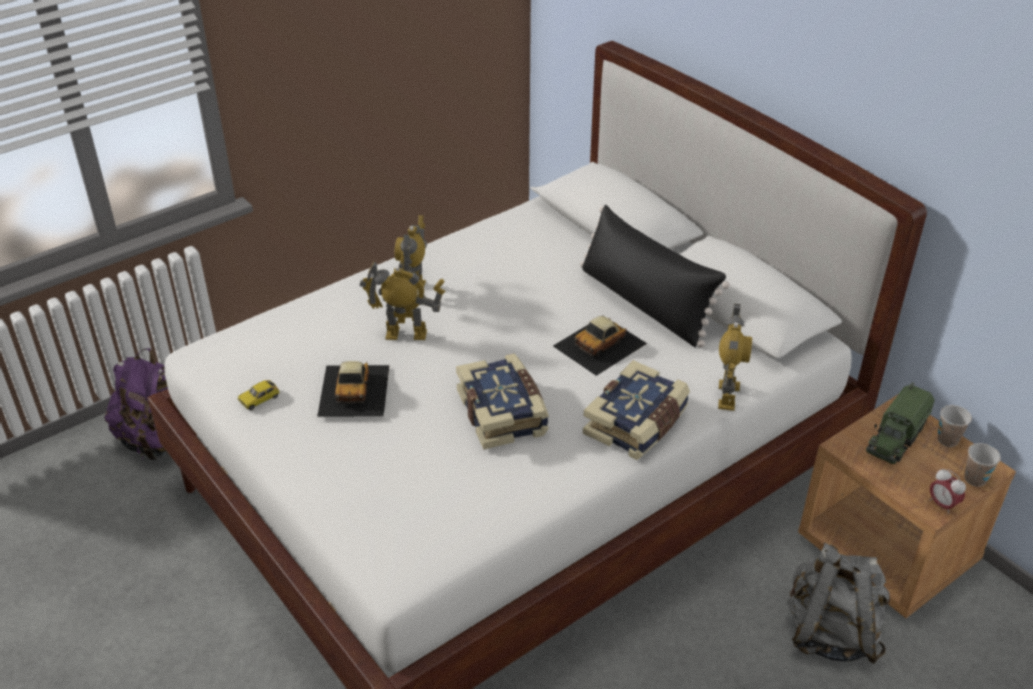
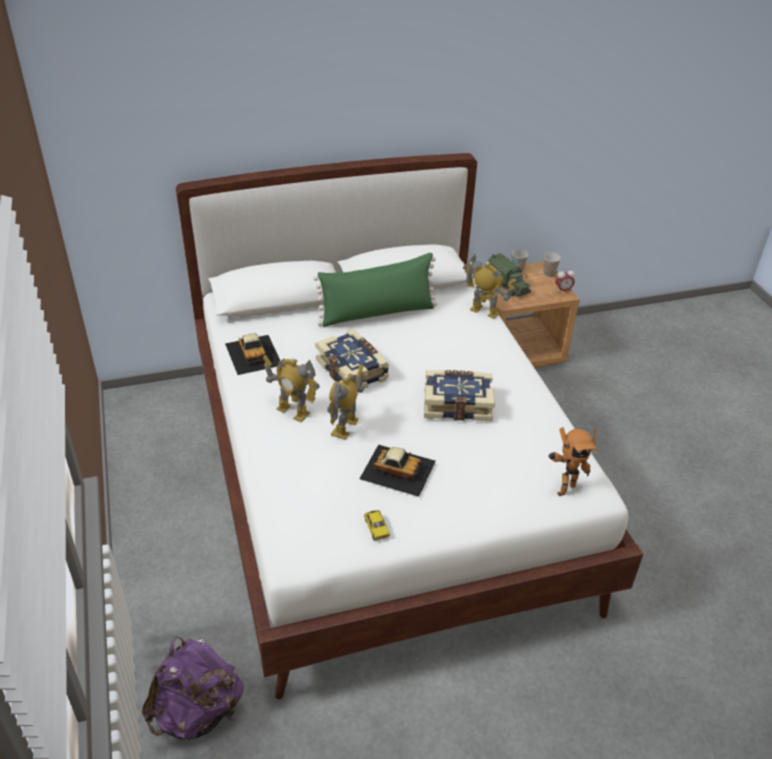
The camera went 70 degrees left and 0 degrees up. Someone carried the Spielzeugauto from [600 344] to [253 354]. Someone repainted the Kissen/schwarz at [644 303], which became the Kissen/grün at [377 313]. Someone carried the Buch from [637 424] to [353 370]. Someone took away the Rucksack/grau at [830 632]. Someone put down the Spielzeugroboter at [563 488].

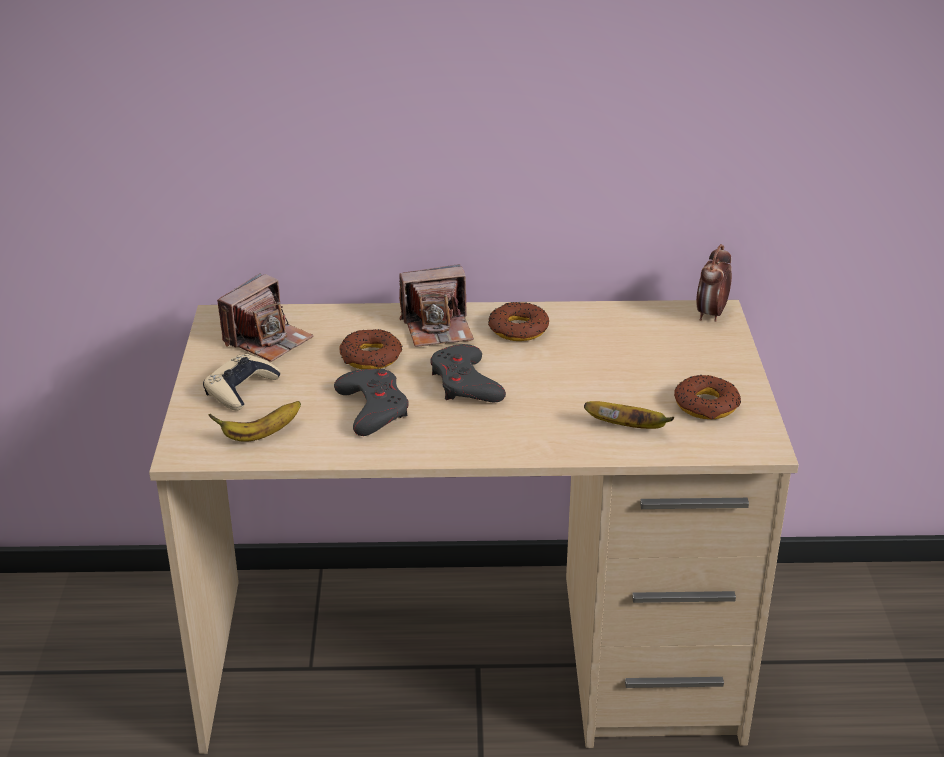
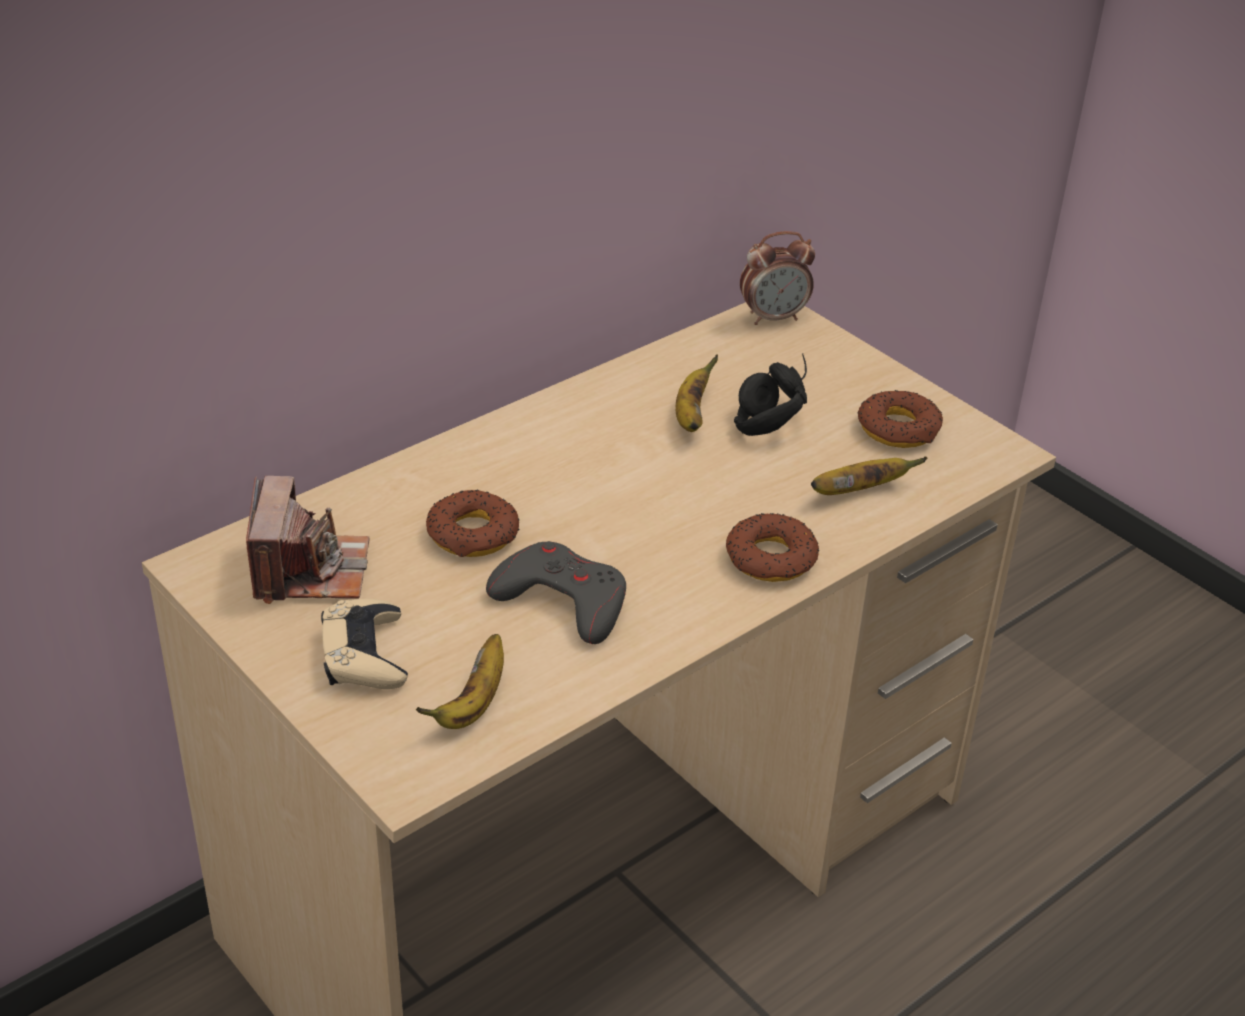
The camera went 40 degrees left and 5 degrees up. Someone took away the Kamera at [438 328]. Someone took away the Gamepad/grau at [465 383]. Someone carried the Donut from [518 329] to [770 558]. Someone rotated the Wecker at [711 314] by 90 degrees counterclockwise. Someone put down the Banane at [691 415]. Someone put down the Kopfhörer/schwarz at [770 406].

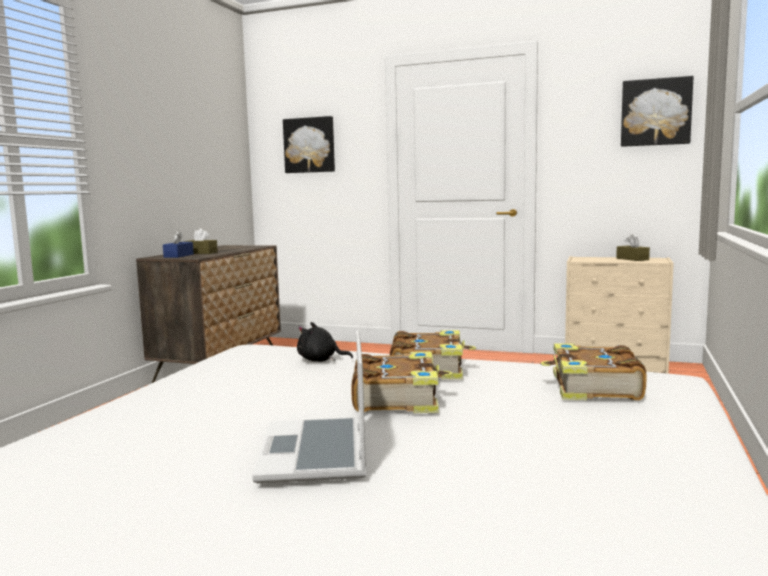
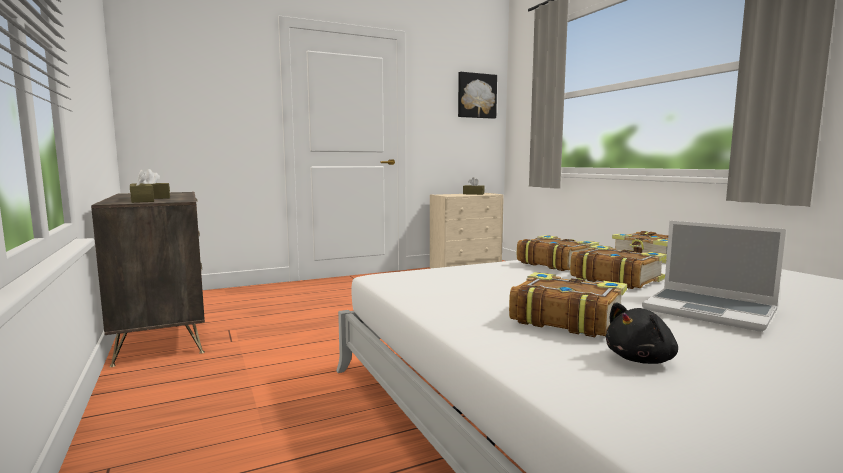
The camera went 45 degrees left and 0 degrees up. Someone repainted the Taschentuchbox/blau at [178 256], which became the Taschentuchbox/braun at [142 201]. Someone took away the Bild at [310 145]. Someone carried the Plüschtier/schwarz from [320 360] to [642 359]. Someone put down the Buch at [565 319].

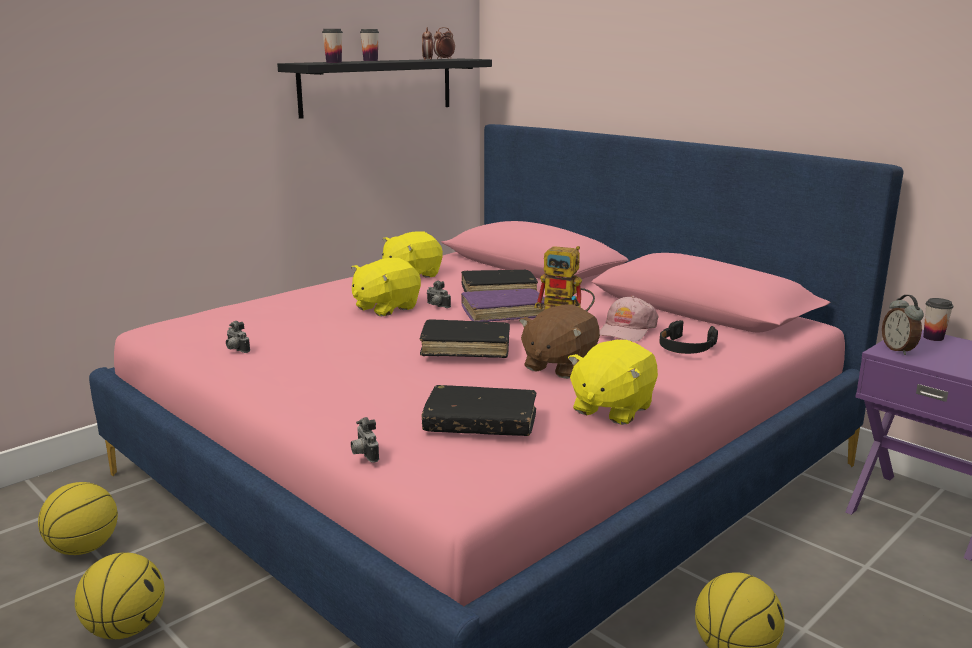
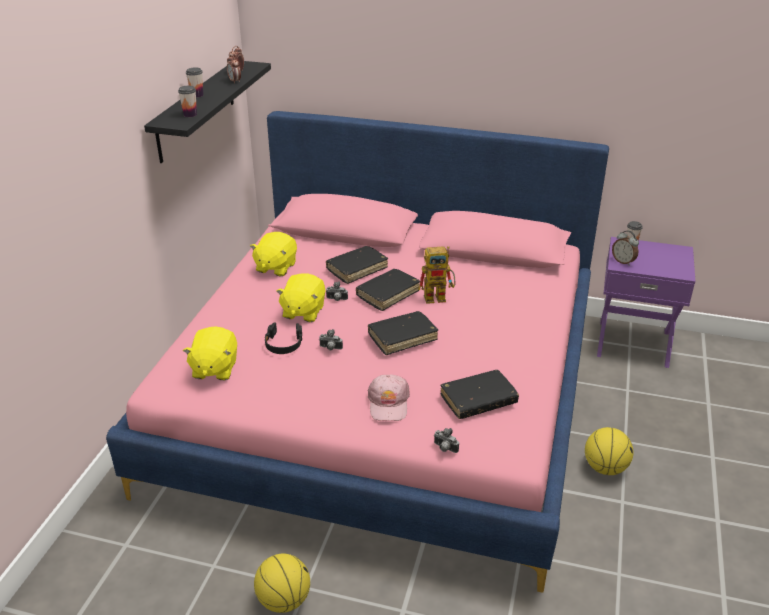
The camera went 30 degrees left and 15 degrees up. Someone took away the Basketball at [83 549]. Someone carried the Kamera from [236 350] to [330 348]. Someone repainted the Buch/lila at [503 313], which became the Buch/schwarz at [388 294]. Someone took away the Plüschtier/braun at [559 366]. Someone carried the Plüschtier/gelb from [611 409] to [214 369]. Someone carried the Kappe/rosa from [627 330] to [388 403]. Someone carried the Kopfhörer/schwarz from [686 347] to [283 344].

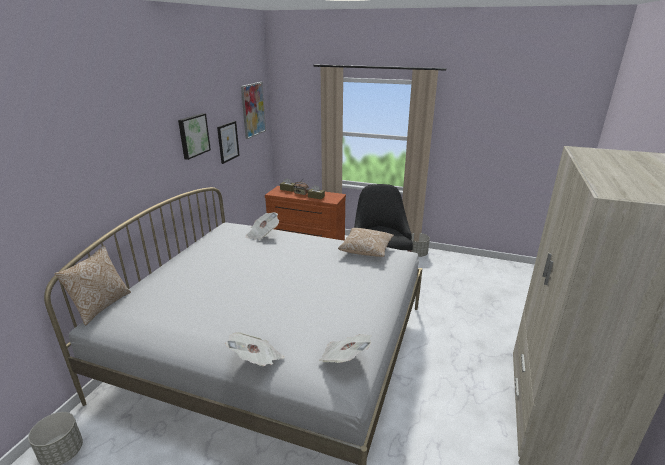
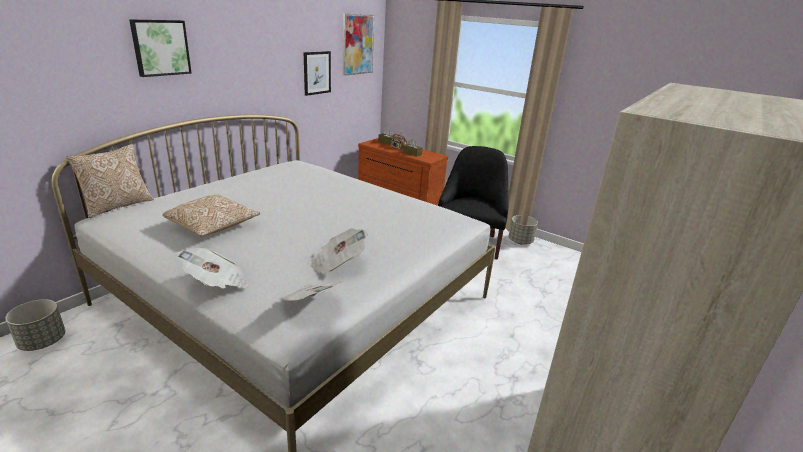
The camera went 15 degrees right and 0 degrees up. Someone carried the Bild from [193 135] to [160 47]. Someone carried the Zeitung from [262 234] to [337 264]. Someone carried the Kissen from [366 250] to [213 227].

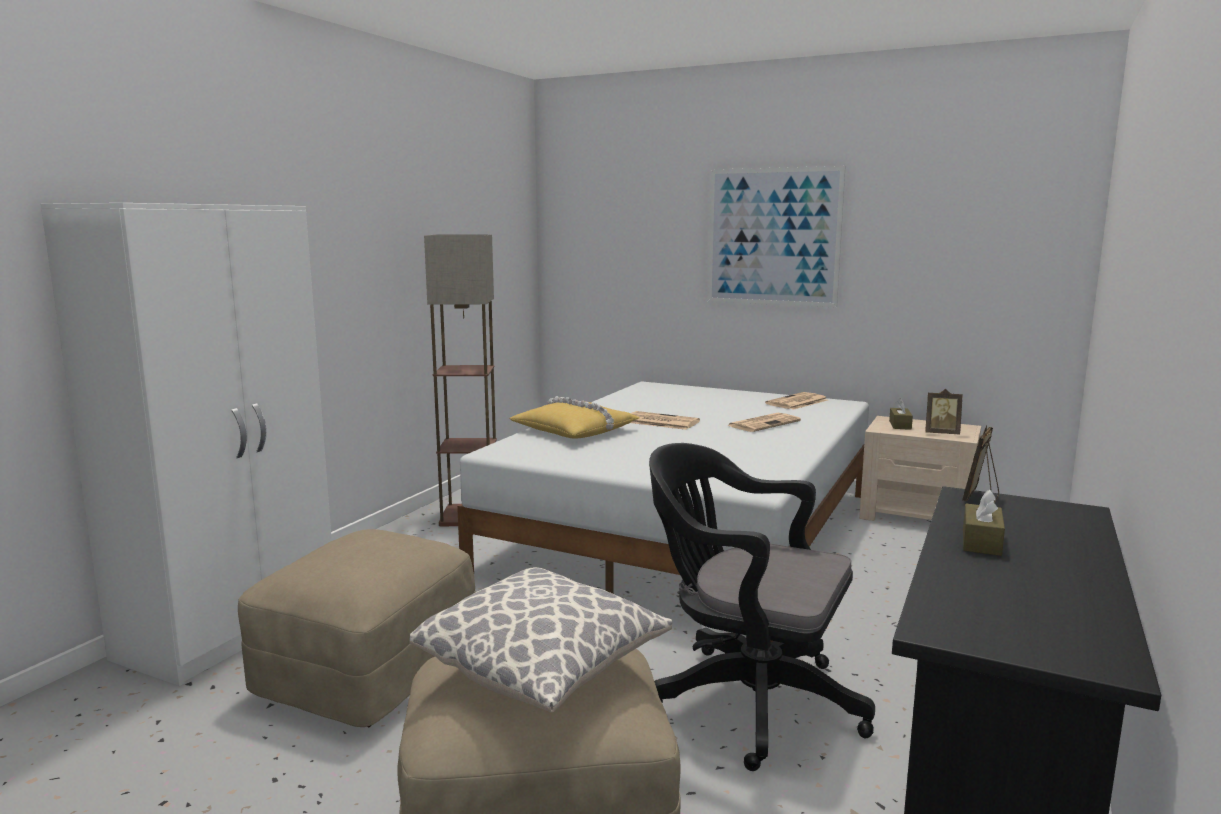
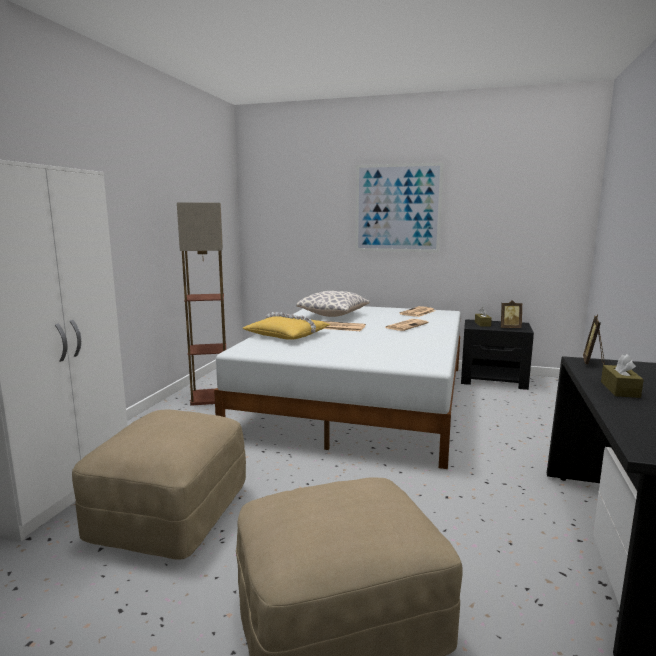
The camera went 10 degrees left and 0 degrees up. Someone carried the Kissen from [544 669] to [333 315]. Someone took away the Bürostuhl/schwarz at [747 700]. Someone repainted the Nachttisch/beige at [917 515], which became the Nachttisch/schwarz at [493 379].

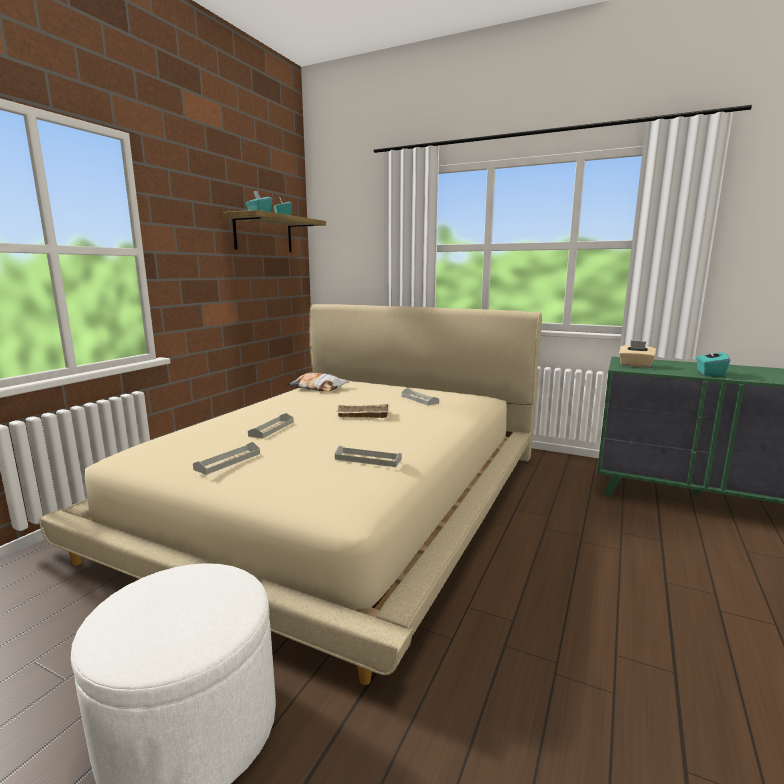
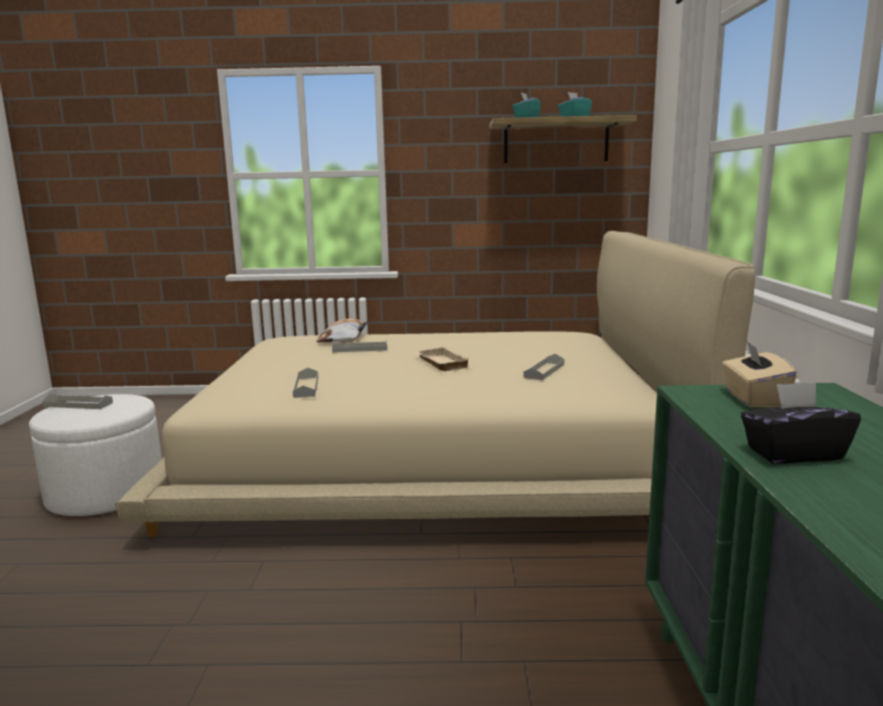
The camera went 65 degrees right and 0 degrees up. Someone carried the Tablett/grau from [228 461] to [78 404]. Someone carried the Kissen from [318 387] to [344 338]. Someone repainted the Taschentuchbox/türkis at [709 373], which became the Taschentuchbox/schwarz at [793 453].

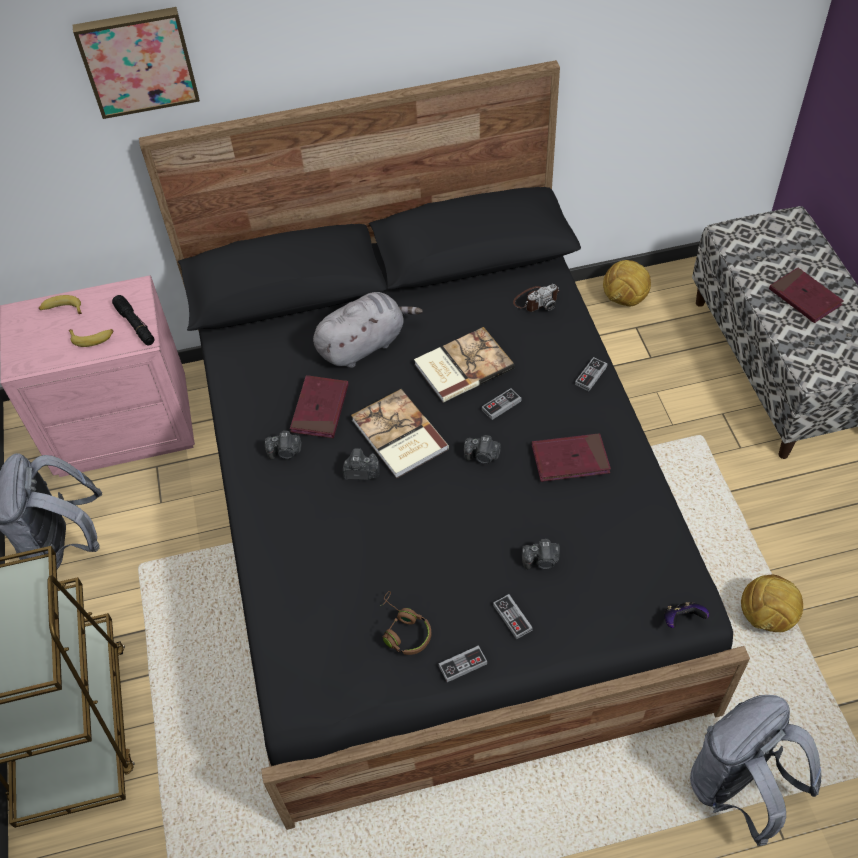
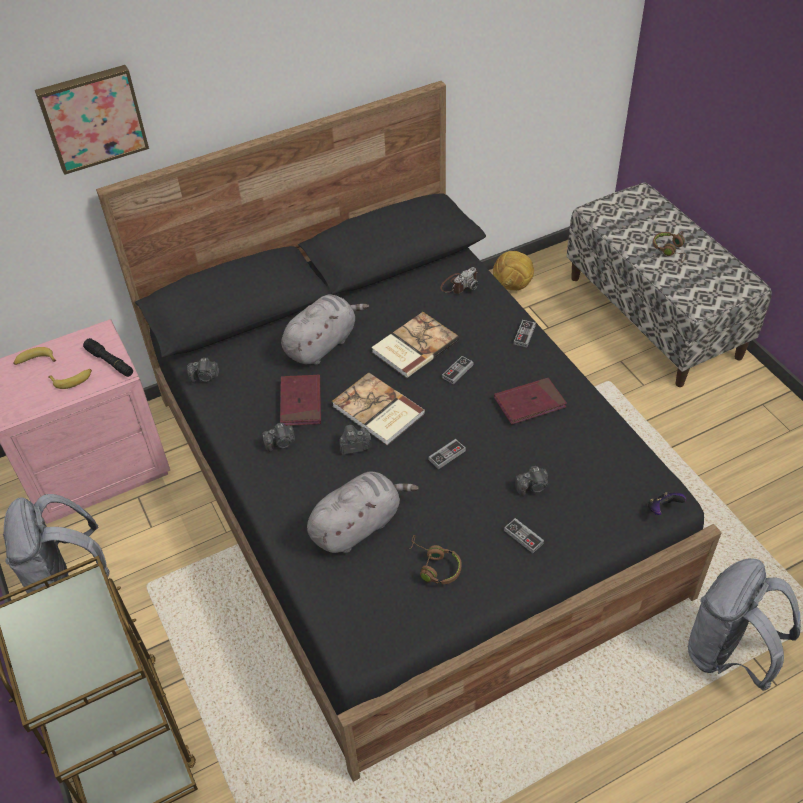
The camera went 15 degrees left and 5 degrees down. Someone carried the Gamepad from [463 665] to [447 455]. Someone carried the Kamera from [482 456] to [205 377]. Someone took away the Fußball at [766 617]. Someone swapped the Buch/rot at [804 298] for the Kopfhörer/braun at [670 250]. Someone put down the Plüschtier/grau at [358 525].

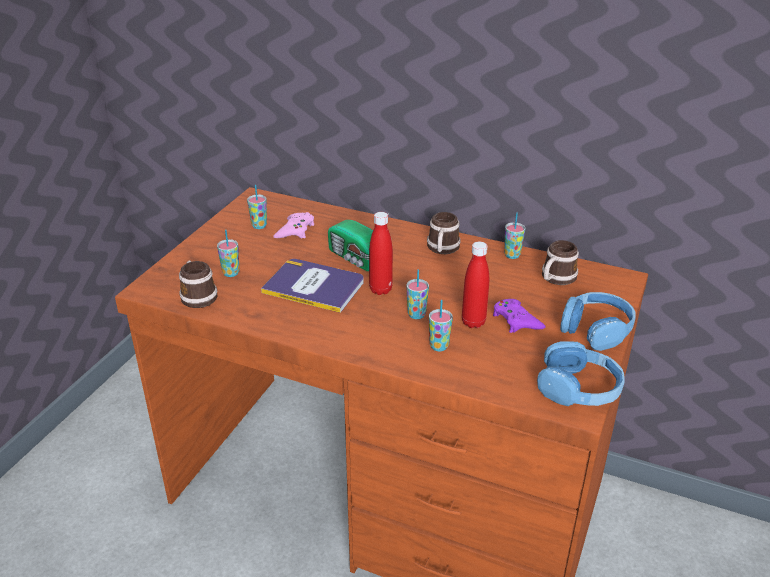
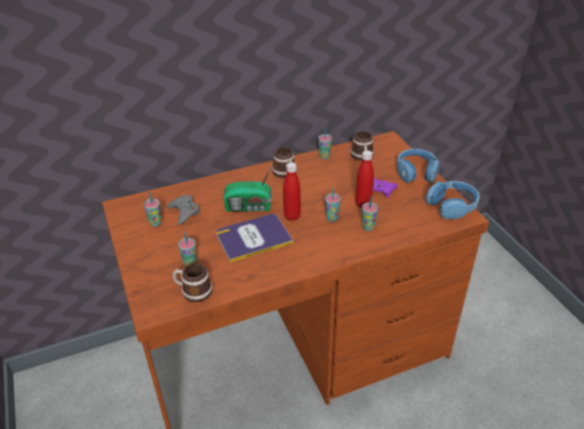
The camera went 45 degrees left and 5 degrees up. Someone repainted the Gamepad/rosa at [295 230], which became the Gamepad/grau at [184 212].

